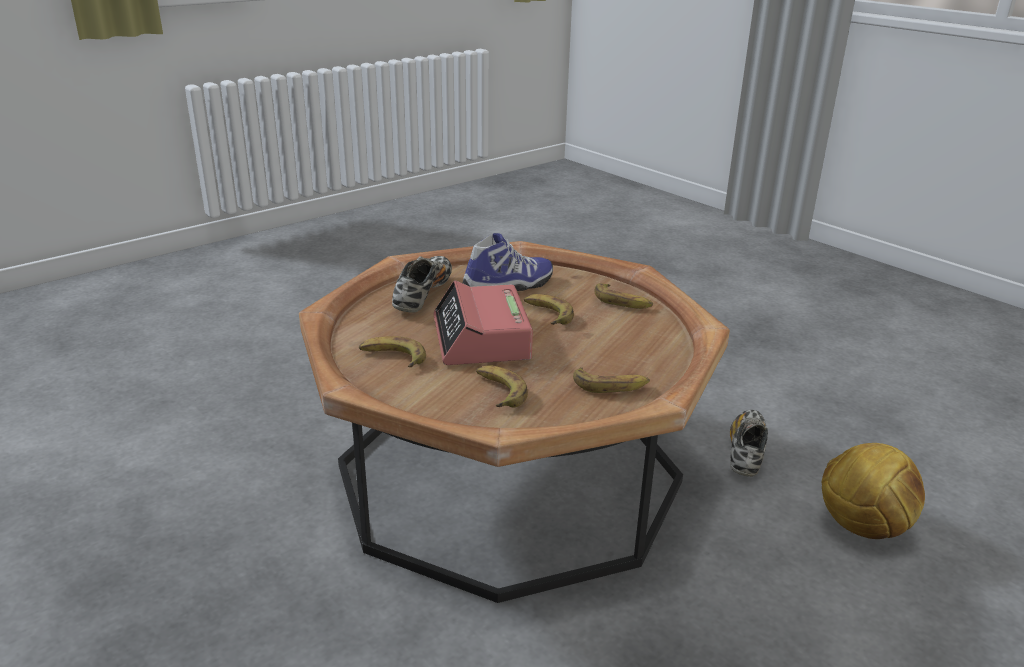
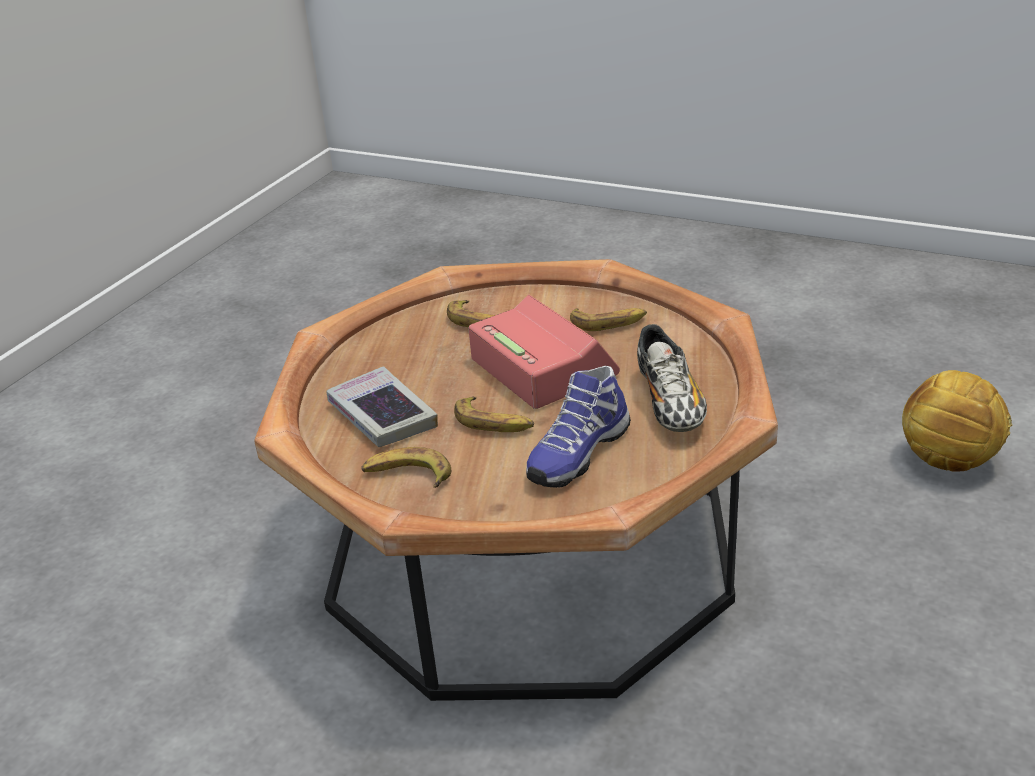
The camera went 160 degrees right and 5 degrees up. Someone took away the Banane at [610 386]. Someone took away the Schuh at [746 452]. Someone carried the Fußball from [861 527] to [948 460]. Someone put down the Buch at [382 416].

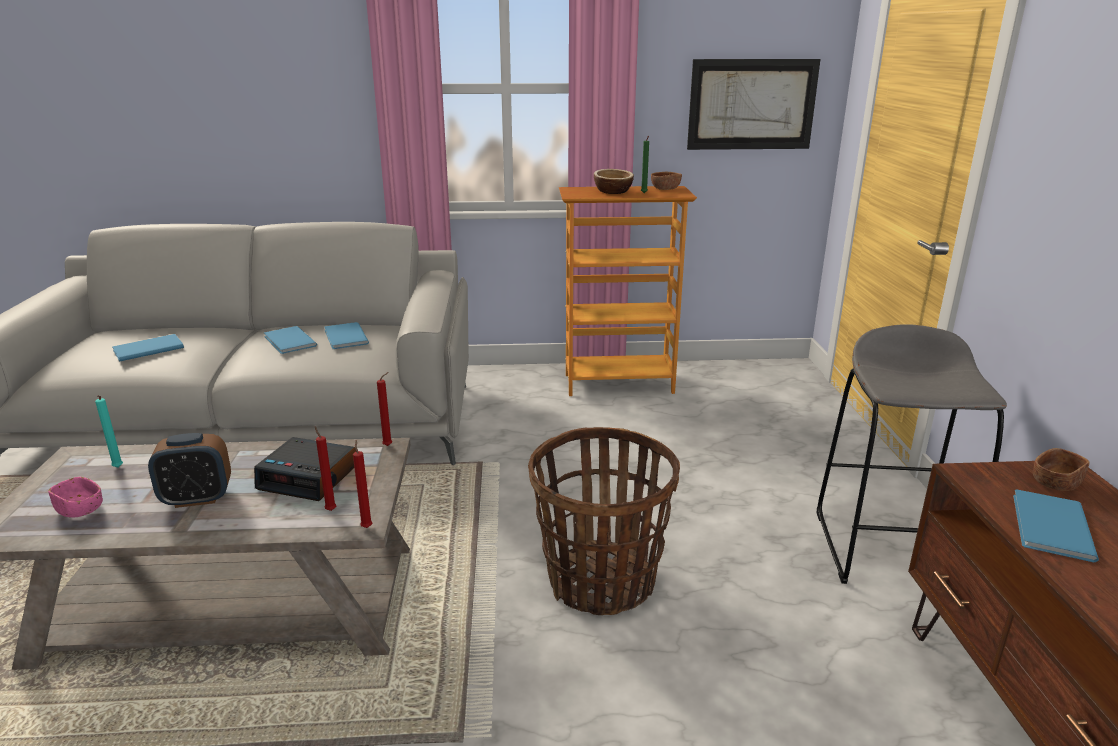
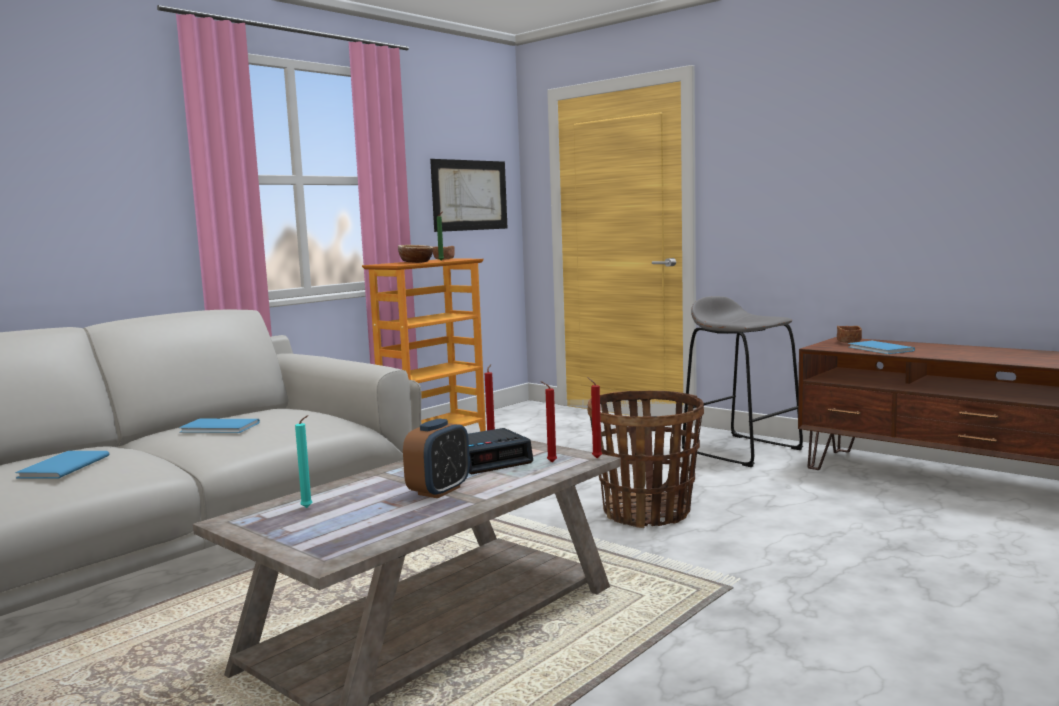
The camera went 45 degrees left and 15 degrees down. Someone took away the Schüssel/rosa at [80 509]. Someone took away the Buch/blau at [344 337].

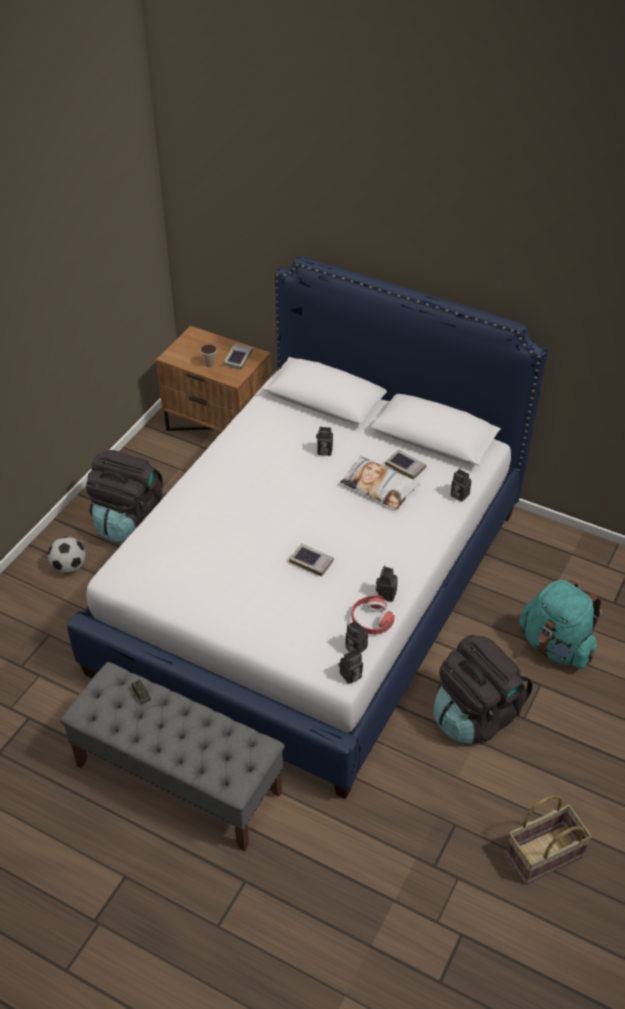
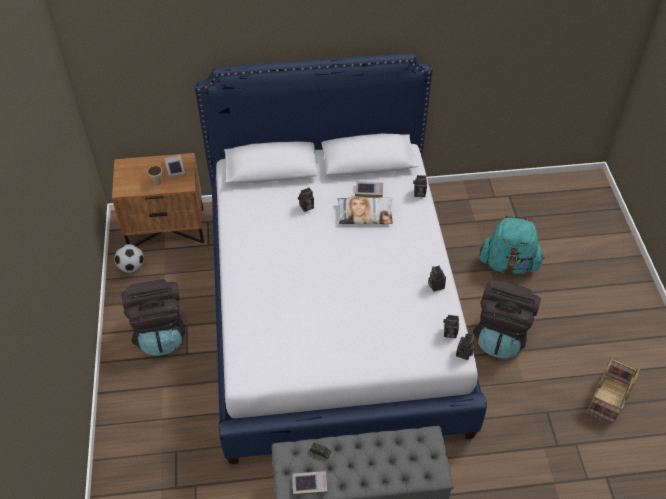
The camera went 35 degrees left and 5 degrees up. Someone carried the Fußball from [69 567] to [131 267]. Someone carried the Buch from [311 562] to [309 484]. Someone took away the Kopfhörer/rot at [371 620].

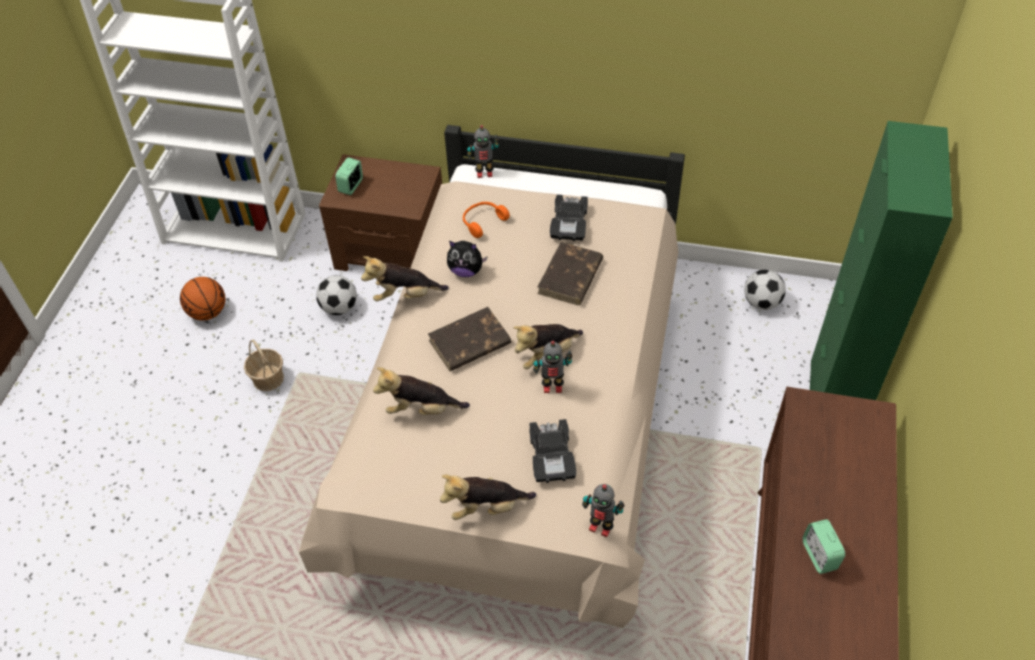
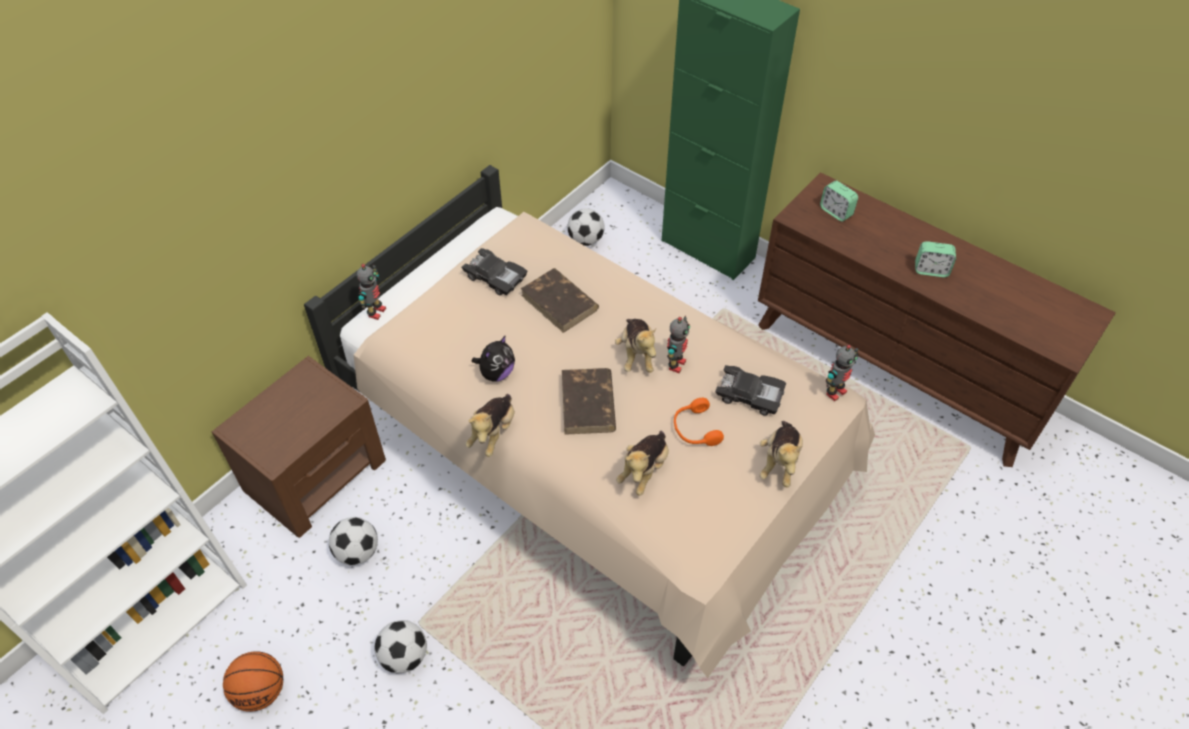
The camera went 65 degrees left and 0 degrees up. Someone swapped the Korb at [268 378] for the Fußball at [404 656]. Someone carried the Wecker from [351 186] to [836 212]. Someone carried the Kopfhörer/orange from [483 222] to [694 429].

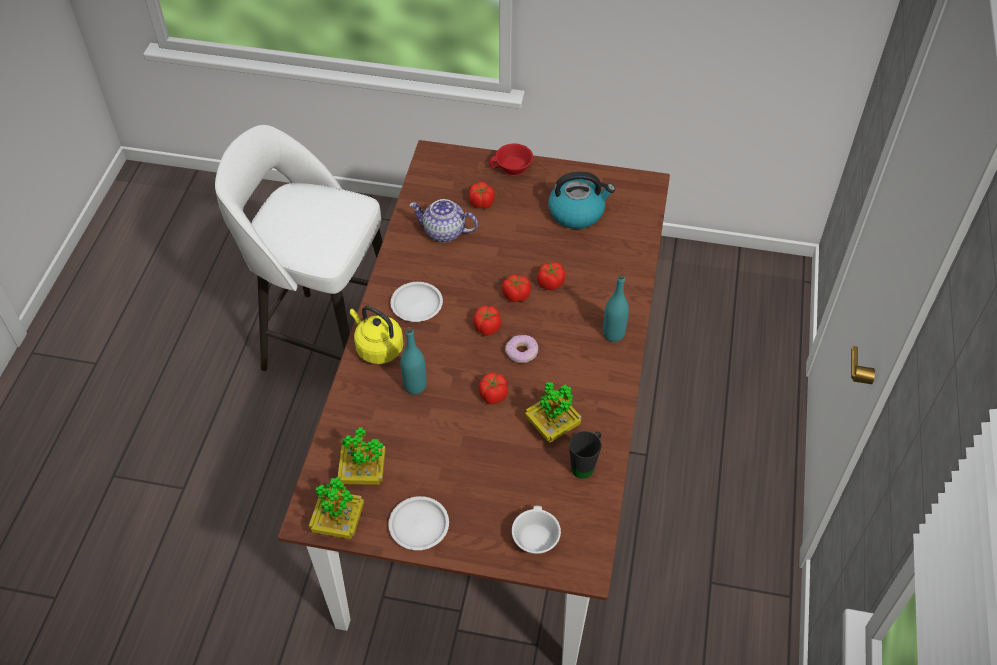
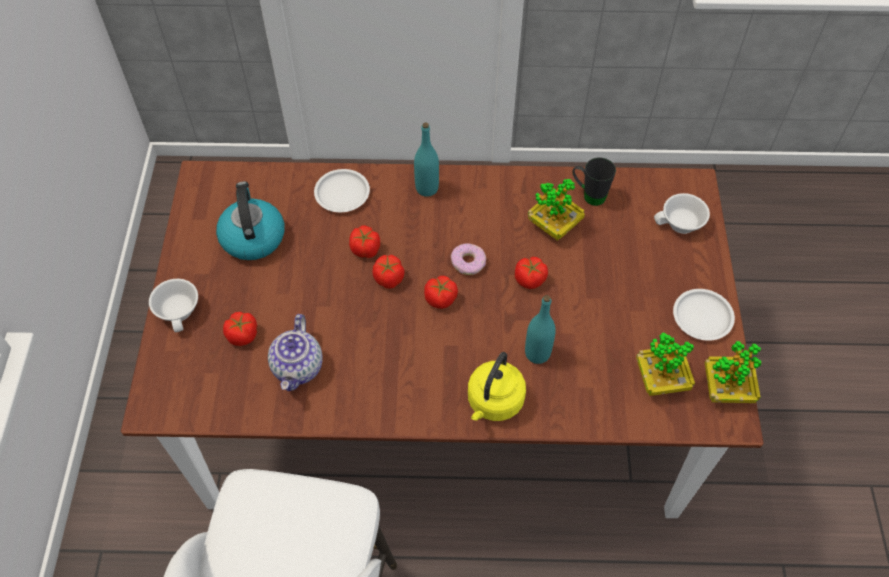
The camera went 100 degrees left and 5 degrees up. Someone carried the Teller/weiß from [416 305] to [342 194]. Someone repainted the Tasse/rot at [512 169], which became the Tasse/weiß at [180 311].

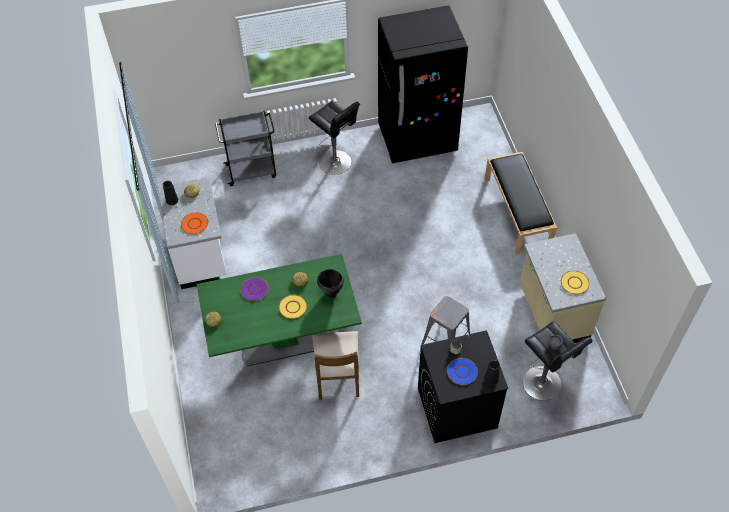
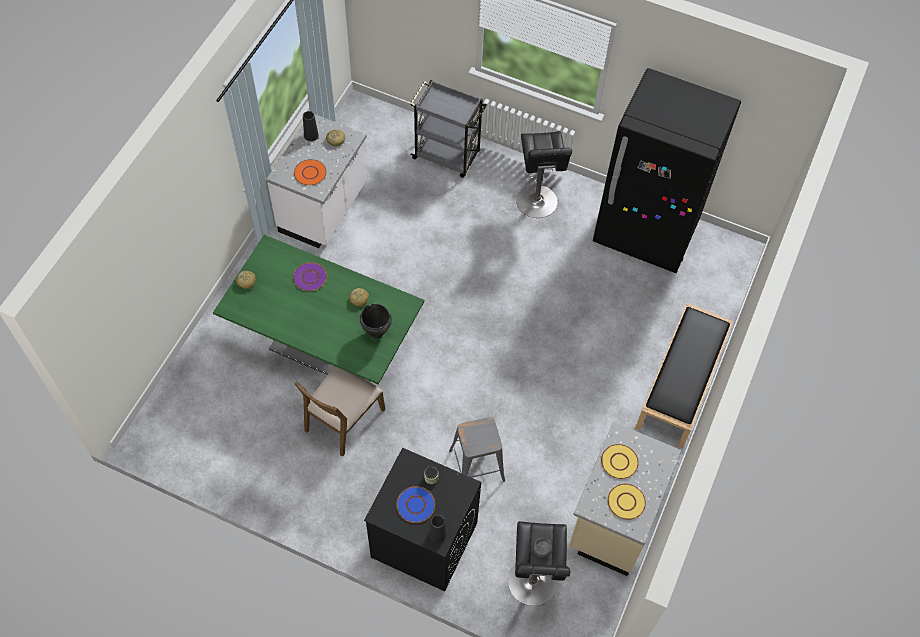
The camera went 35 degrees right and 5 degrees up. Someone carried the Teller/gelb from [293 307] to [619 462].

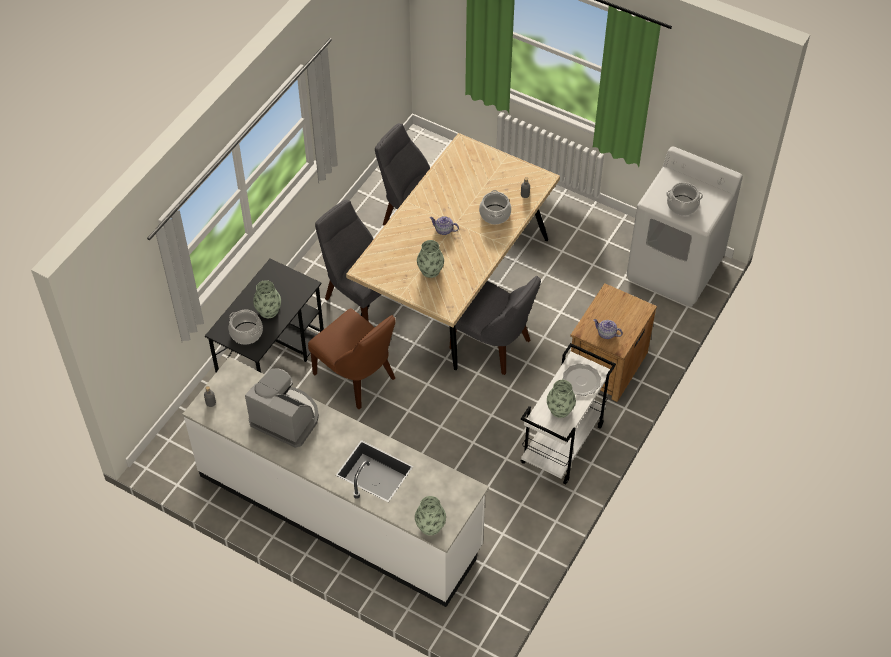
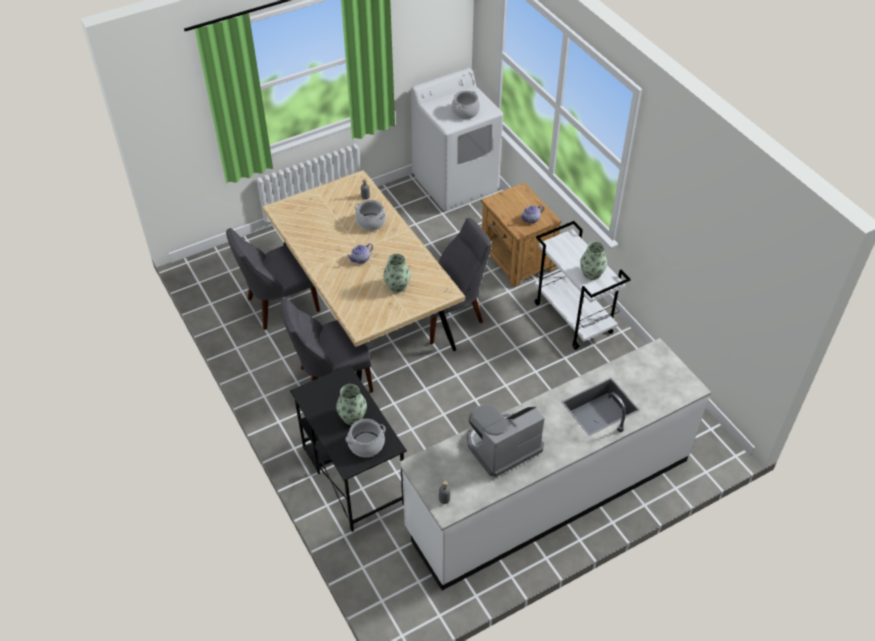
The camera went 60 degrees left and 5 degrees down. Someone took away the Stuhl/braun at [357 378]. Someone took away the Vase at [430 526]. Someone took away the Teller at [581 380].

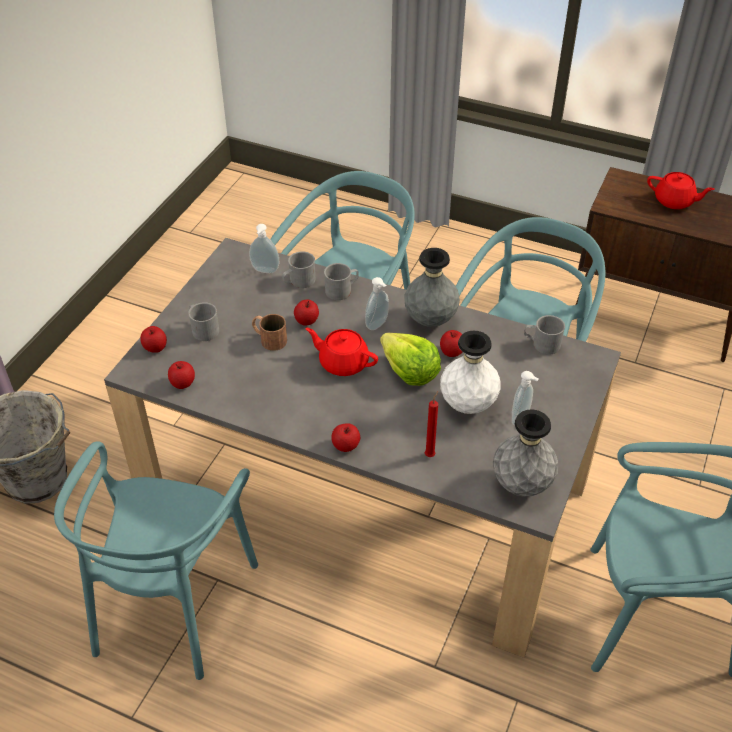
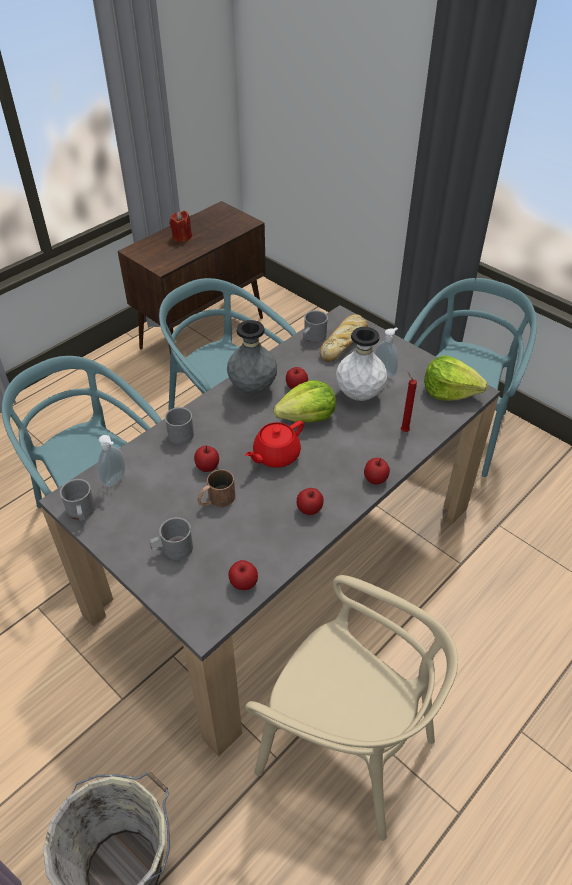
The camera went 70 degrees left and 0 degrees up. Someone repainted the Stuhl/türkis at [172 604], which became the Stuhl/beige at [346 748]. Someone carried the Apfel from [155 348] to [309 509]. Someone carried the Henkelbecher/grau from [298 282] to [81 512]. Someone took away the Seifenspender at [378 325]. Someone swapped the Vase/grau at [521 485] for the Salatkopf at [449 391]. Someone swapped the Teekanne/rot at [674 201] for the Kerze/rot at [182 237]. Someone put down the Brot at [344 342].

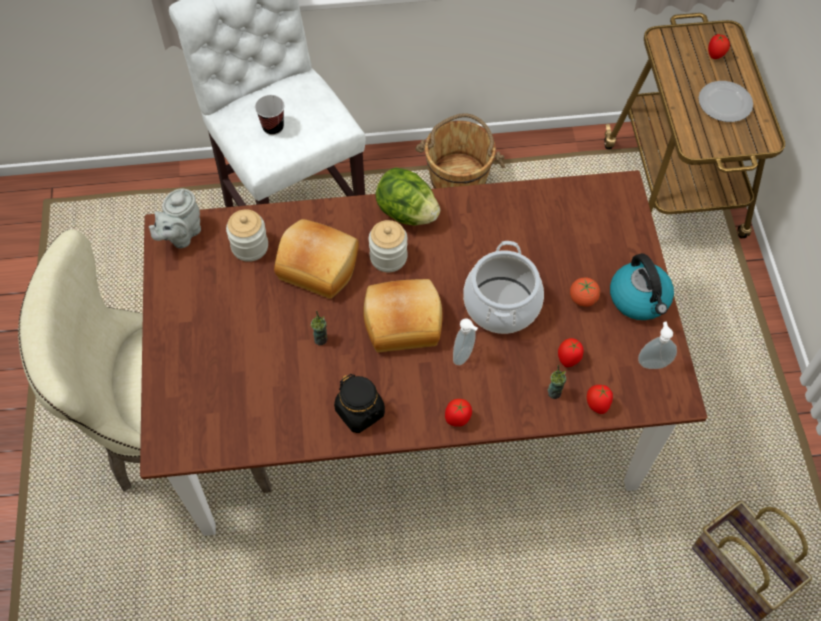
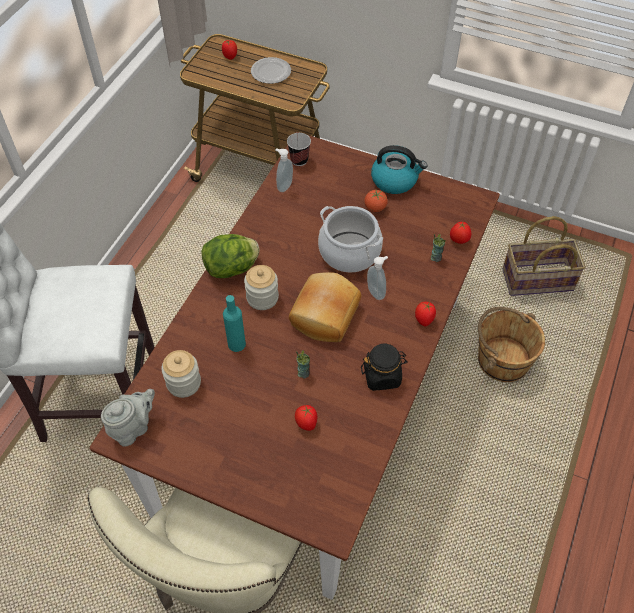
The camera went 60 degrees left and 5 degrees down. Someone rotated the Teekanne/grau at [181 235] by 105 degrees counterclockwise. Someone carried the Tasse from [273 127] to [299 160]. Someone swapped the Brot at [319 265] for the Flasche/türkis at [236 344]. Someone carried the Eimer/braun from [458 177] to [502 360]. Someone carried the Tomate from [568 359] to [306 423]. Someone carried the Seifenspender from [653 362] to [284 186].

